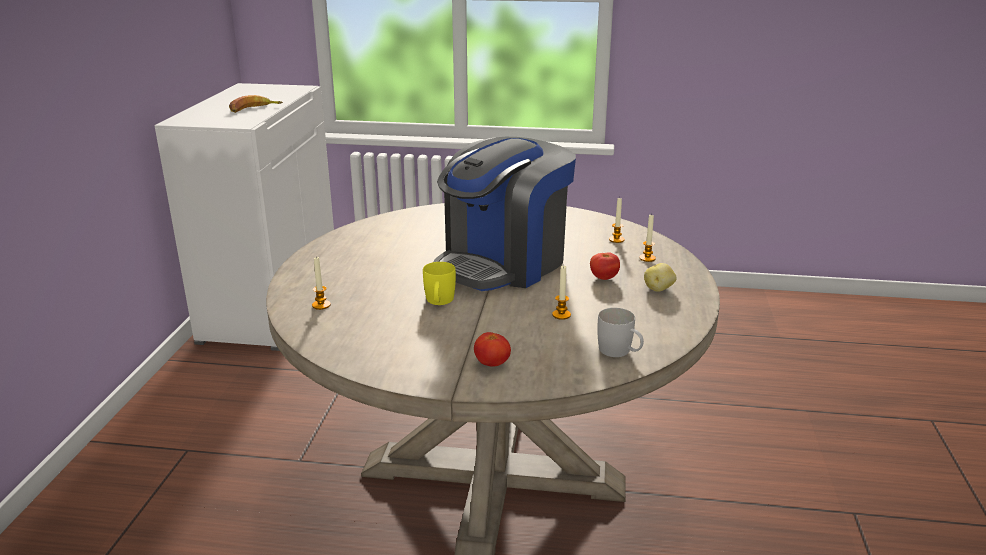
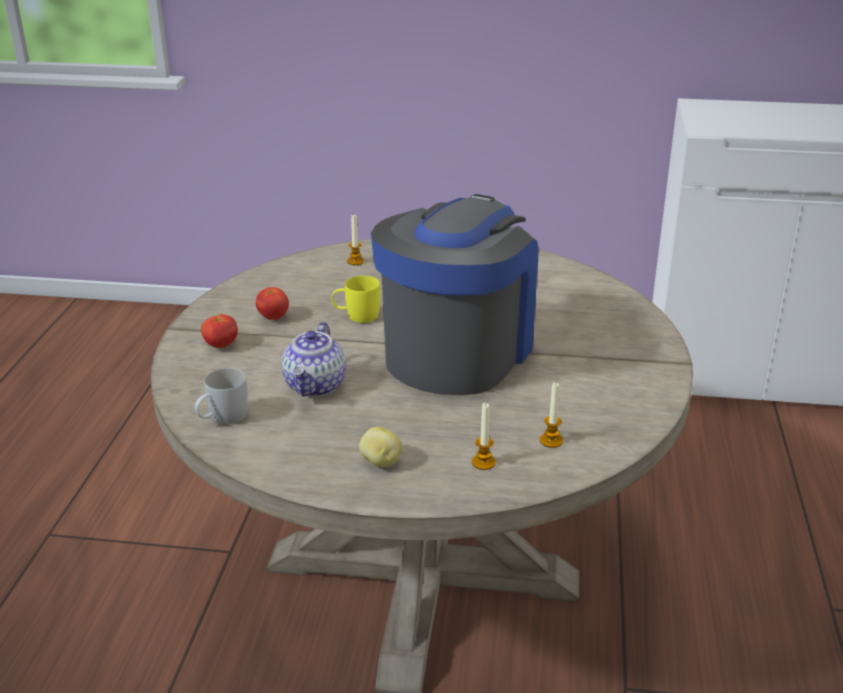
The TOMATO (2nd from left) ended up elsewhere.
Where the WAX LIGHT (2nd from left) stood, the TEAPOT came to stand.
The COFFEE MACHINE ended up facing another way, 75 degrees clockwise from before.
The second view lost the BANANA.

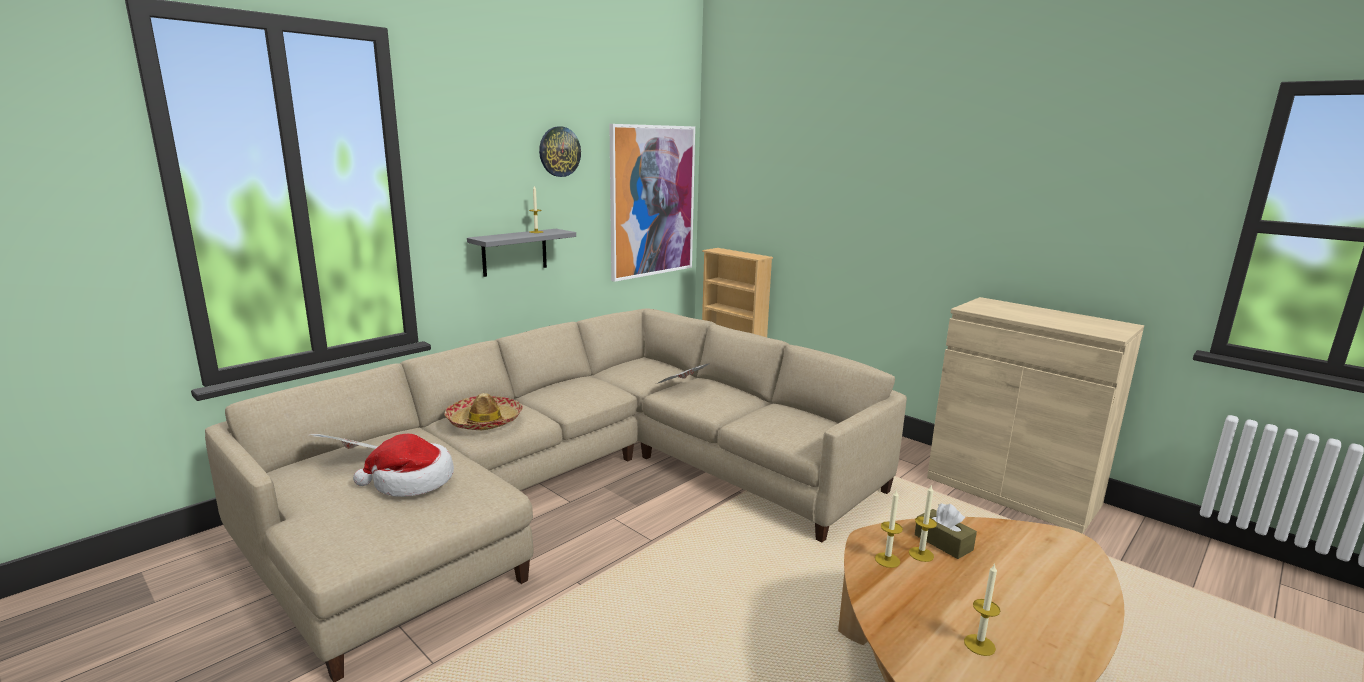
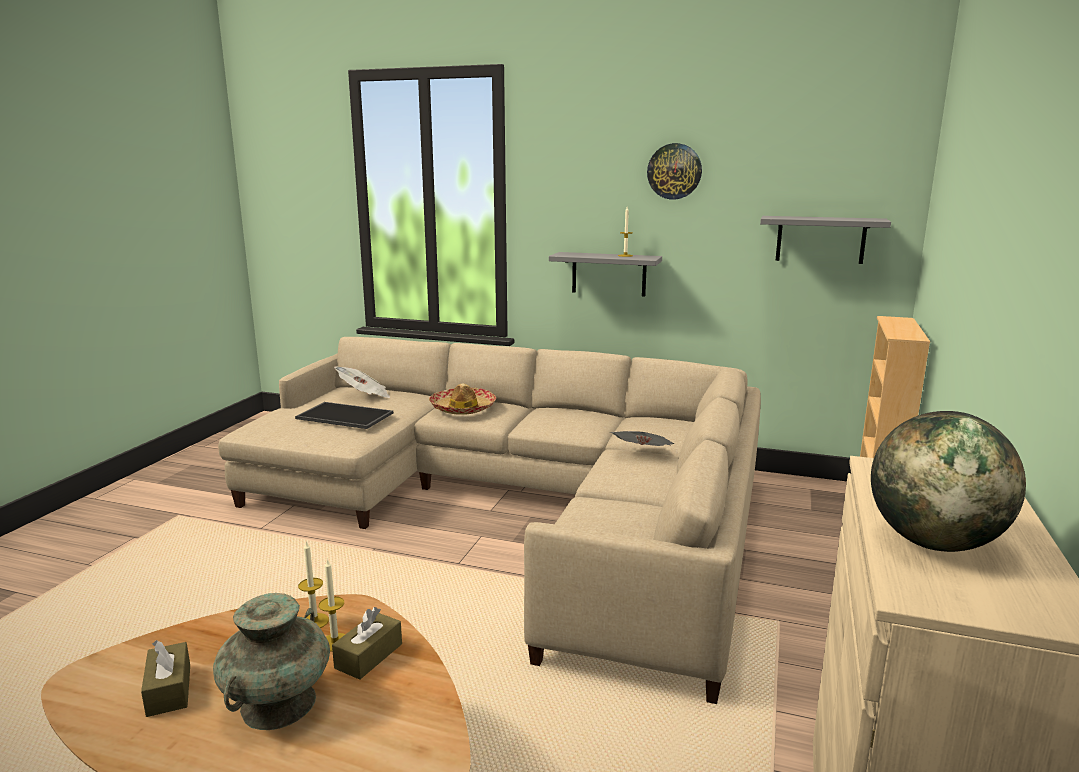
Where the WAX LIGHT (4th from left) stood, the BROWNISH TISSUE HOLDER (1st from left) came to stand.
The second view gained the TURQUOISE VASE.
Where the WEARABLE HAT (1st from left) stood, the CARRYING TRAY came to stand.
Where the PICTURE hung, the GREYISH SHELF (2nd from left) came to hang.
The second view gained the DESK GLOBE.

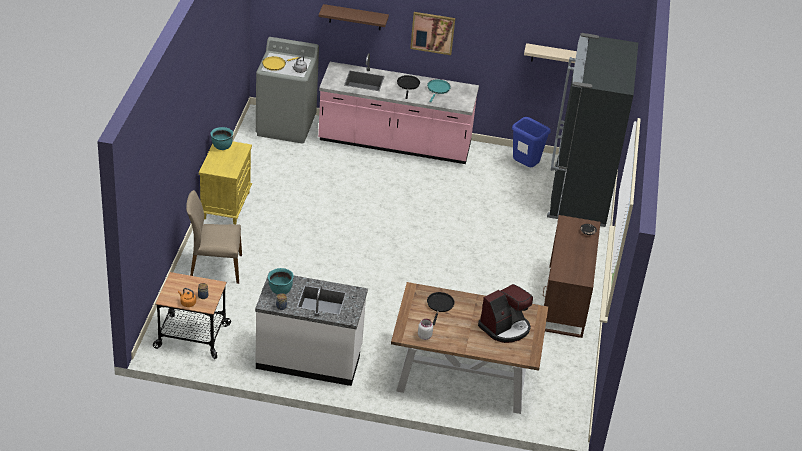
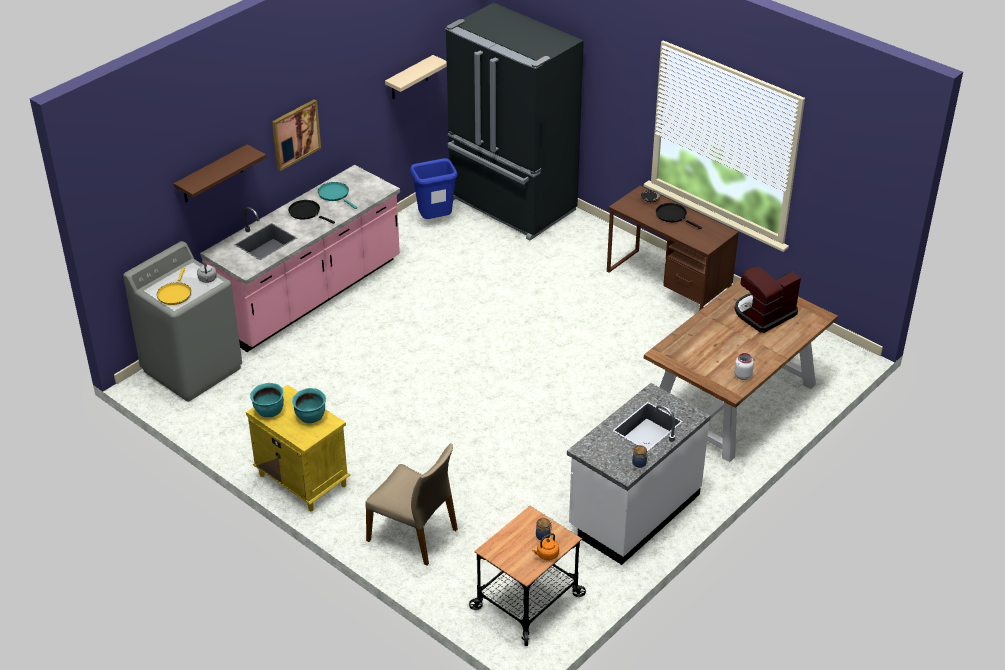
The TURQUOISE SAUCEPOT (2nd from left) ended up elsewhere.
The SAND-COLOURED PLAIN CHAIR ended up facing another way, 90 degrees counterclockwise from before.
The BLACKISH PAN (2nd from left) ended up elsewhere.
The COFFEE MACHINE ended up facing another way, 120 degrees counterclockwise from before.

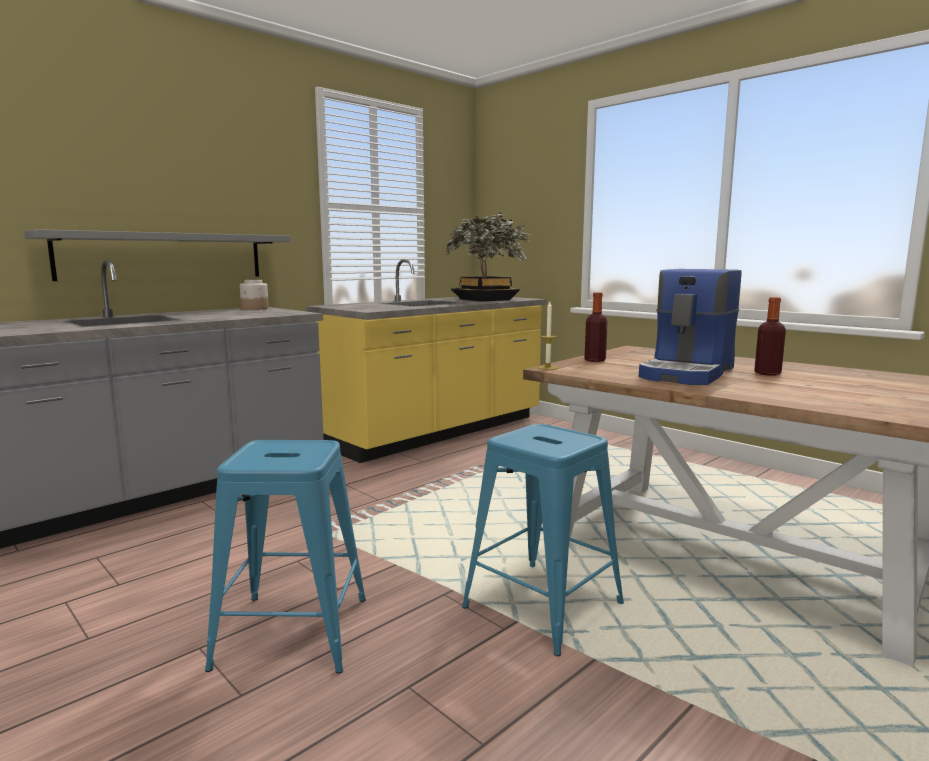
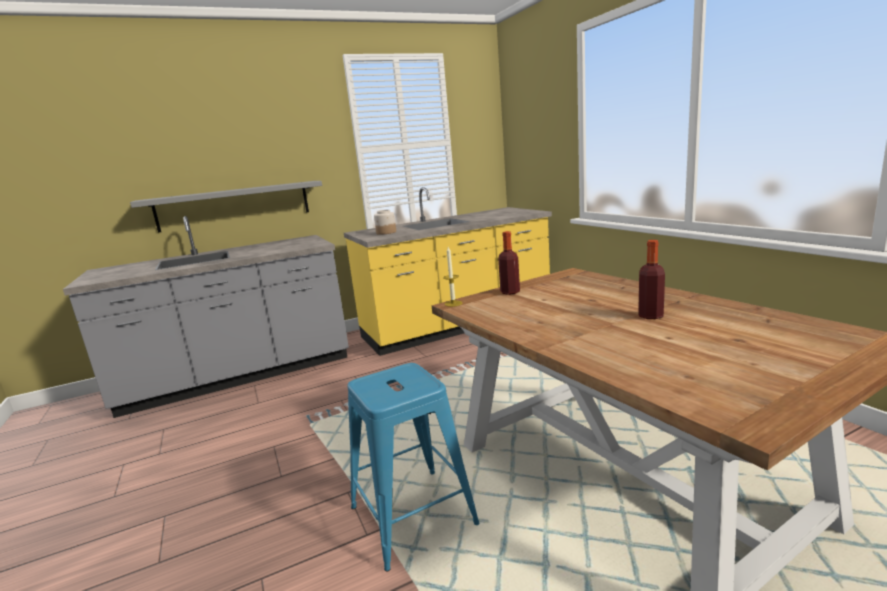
The PRESERVE JAR ended up elsewhere.
The second view lost the BLUE-COLOURED SITTING STOOL (1st from left).
The second view lost the HOUSEPLANT.
The second view lost the COFFEE MACHINE.

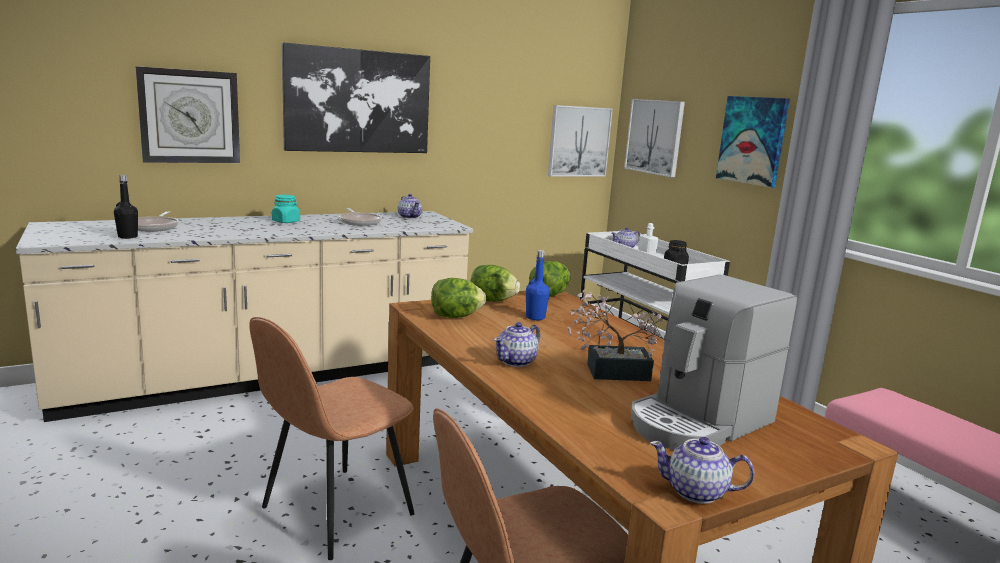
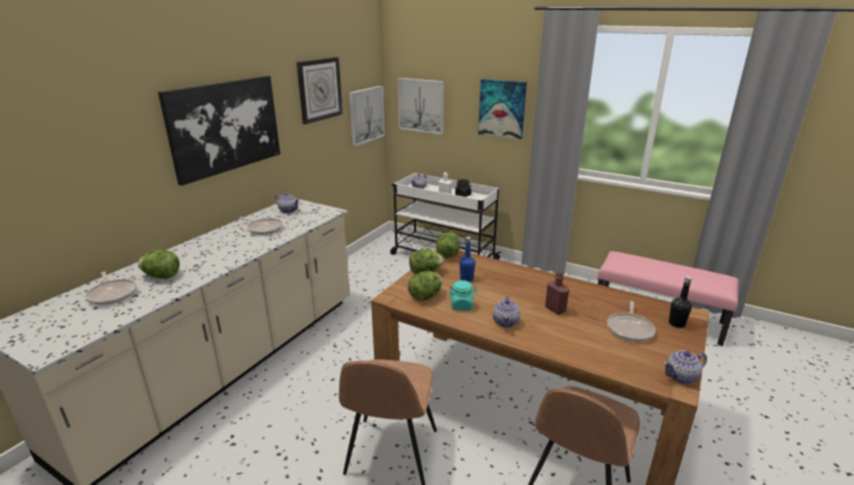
The second view gained the LETTUCE (1st from left).
The HANGING CLOCK ended up elsewhere.
The TURQUOISE PRESERVE JAR ended up elsewhere.
Where the HOUSEPLANT stood, the RED DRINK BOTTLE came to stand.
Where the COFFEE MACHINE stood, the PAN (3rd from left) came to stand.
The BLACKISH DRINK BOTTLE ended up elsewhere.

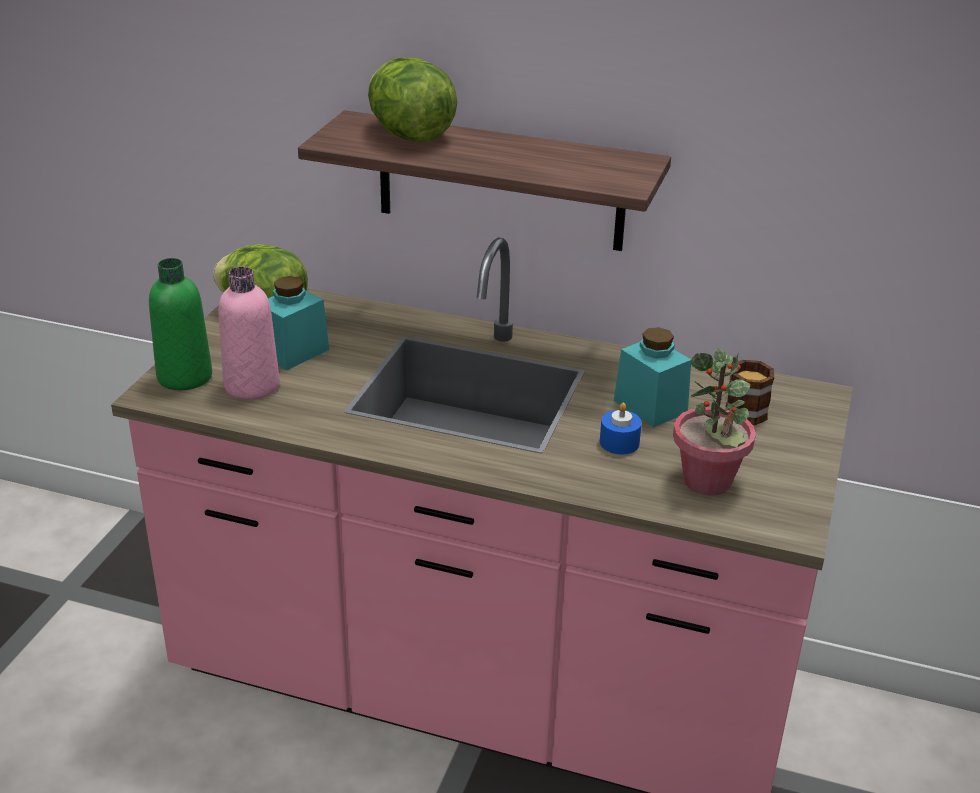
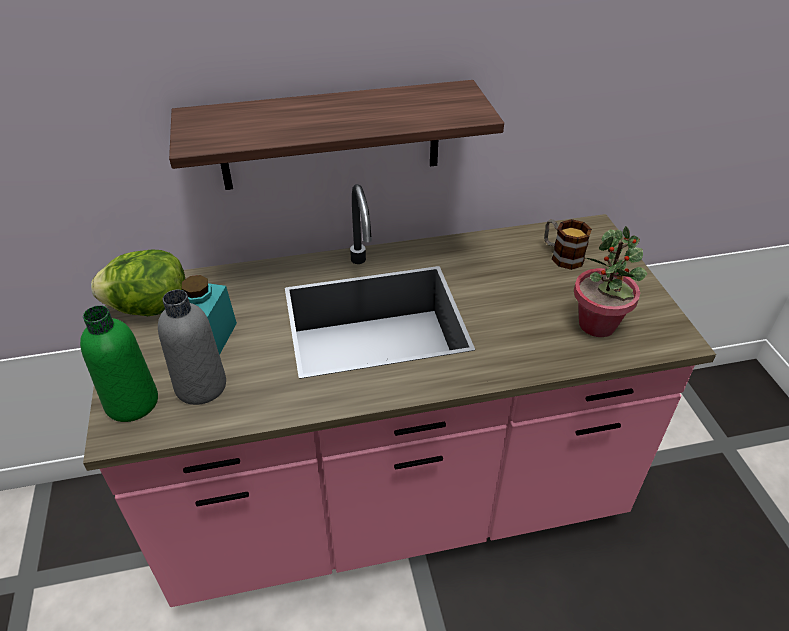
What was the PINKISH DRINK BOTTLE turned into the GREYISH DRINK BOTTLE.
The second view lost the LETTUCE (2nd from left).
The second view lost the BLUE-COLOURED WAX LIGHT.
The second view lost the TURQUOISE PRESERVE JAR (2nd from left).

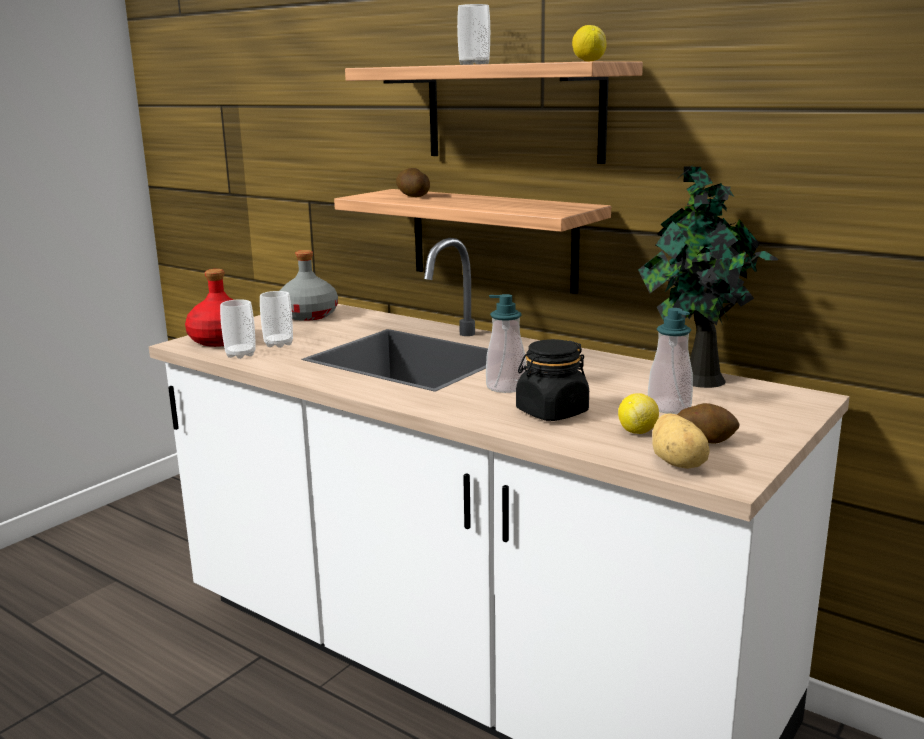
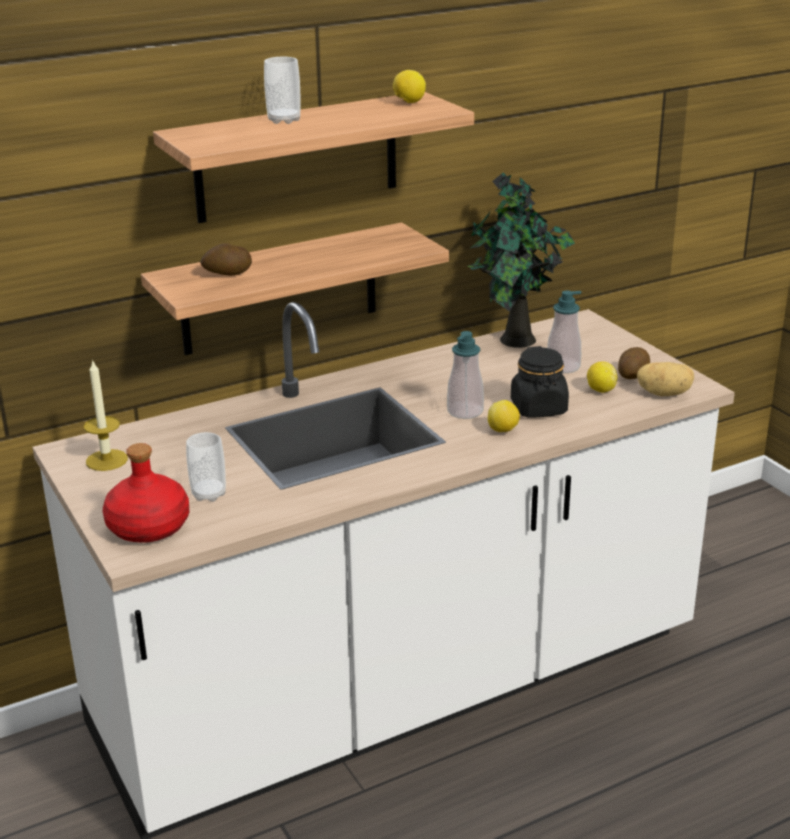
Where the GREYISH DRINK BOTTLE stood, the WAX LIGHT came to stand.
The second view gained the CITRUS FRUIT (2nd from left).
The second view lost the CUP (1st from left).

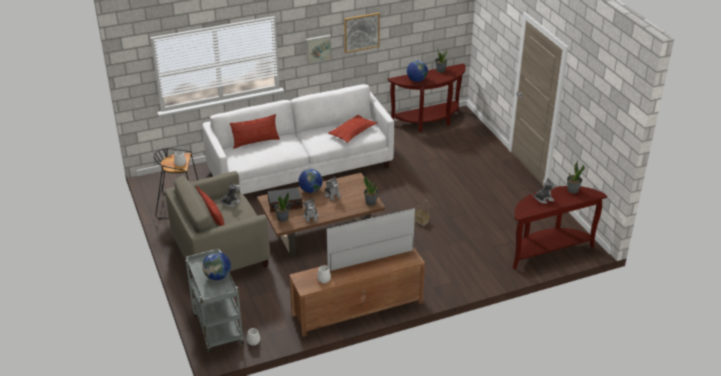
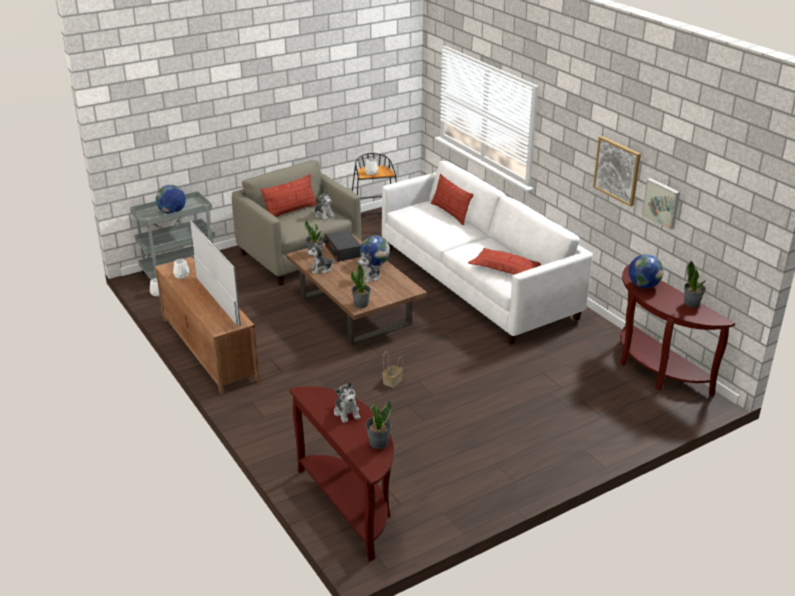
The PICTURE (1st from left in the first image) ended up elsewhere.

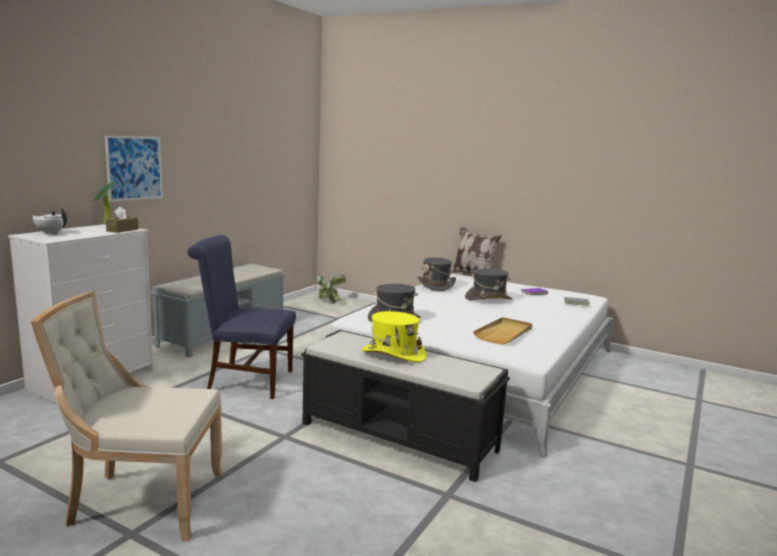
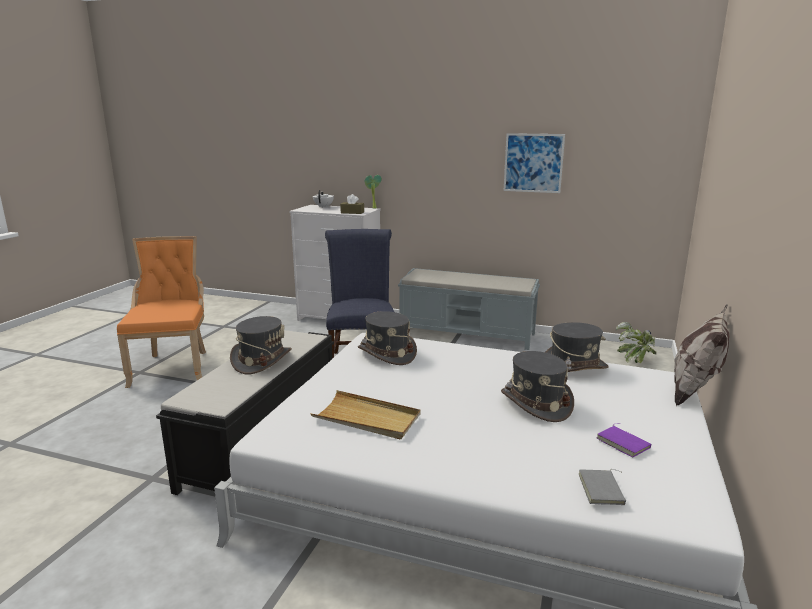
What was the SAND-COLOURED PLAIN CHAIR turned into the ORANGEY PLAIN CHAIR.
What was the YELLOW WEARABLE HAT turned into the GREYISH WEARABLE HAT (1st from left).
The PICTURE ended up elsewhere.

